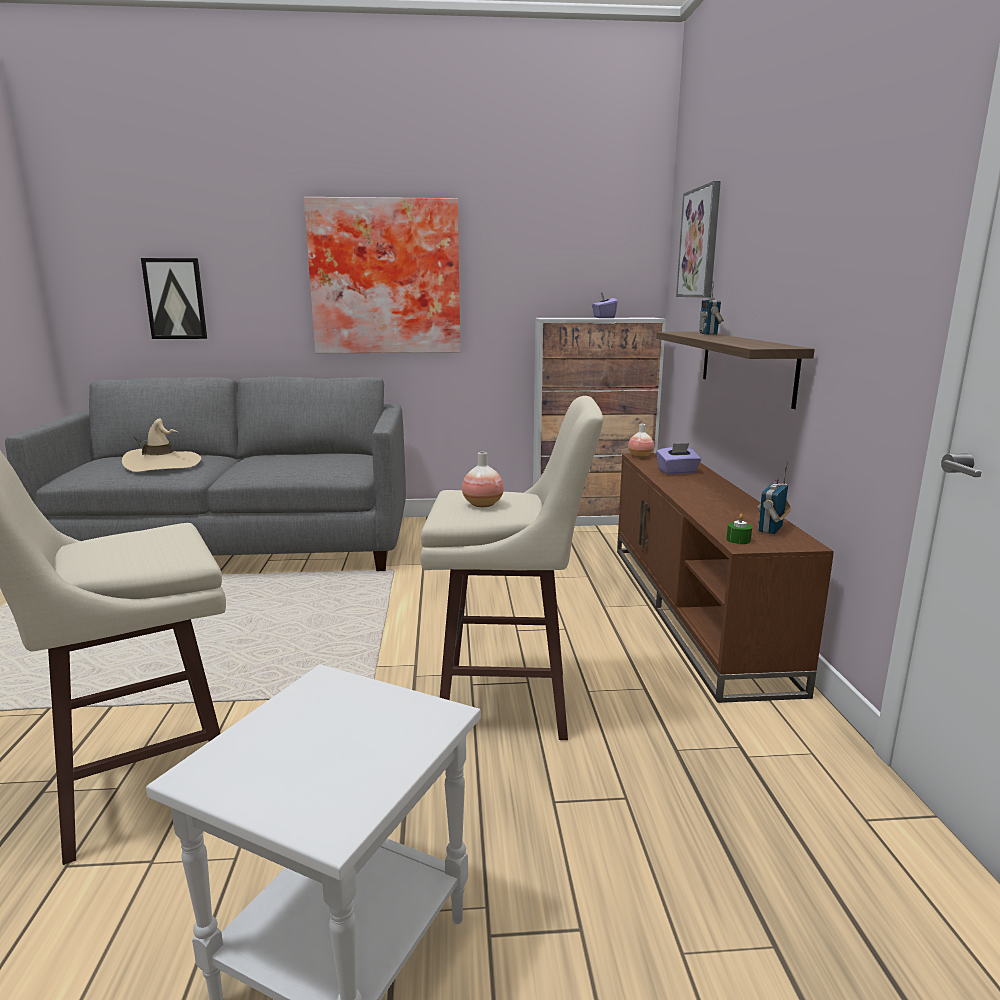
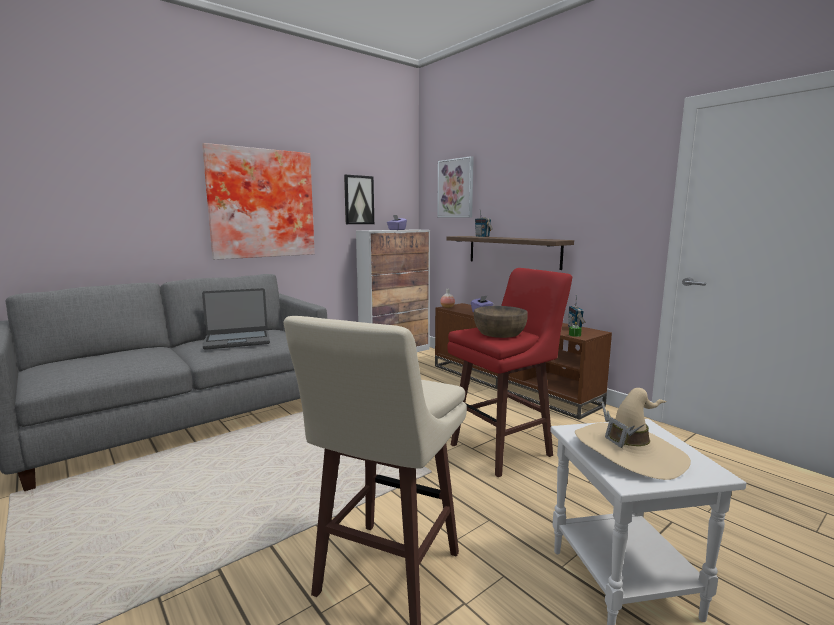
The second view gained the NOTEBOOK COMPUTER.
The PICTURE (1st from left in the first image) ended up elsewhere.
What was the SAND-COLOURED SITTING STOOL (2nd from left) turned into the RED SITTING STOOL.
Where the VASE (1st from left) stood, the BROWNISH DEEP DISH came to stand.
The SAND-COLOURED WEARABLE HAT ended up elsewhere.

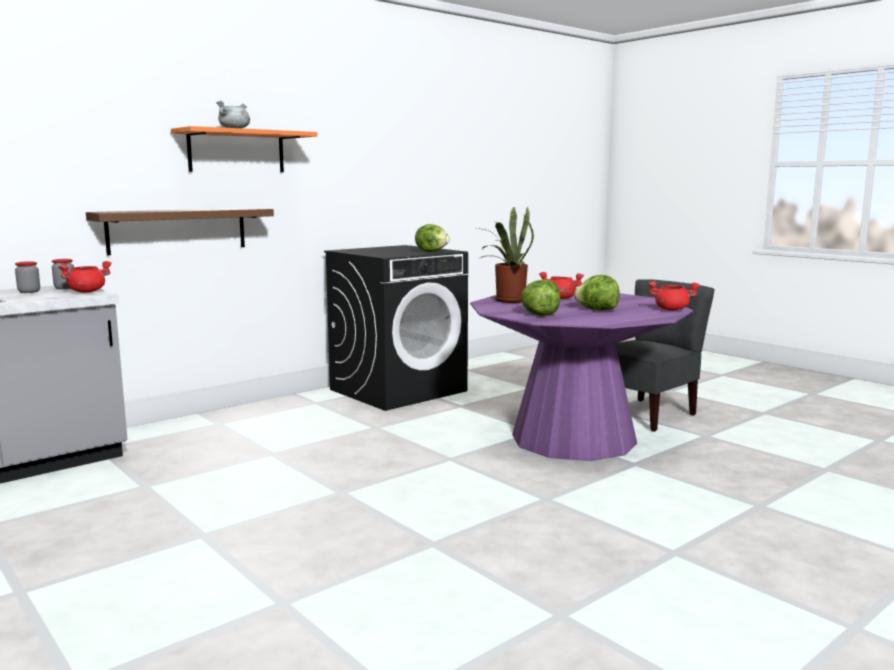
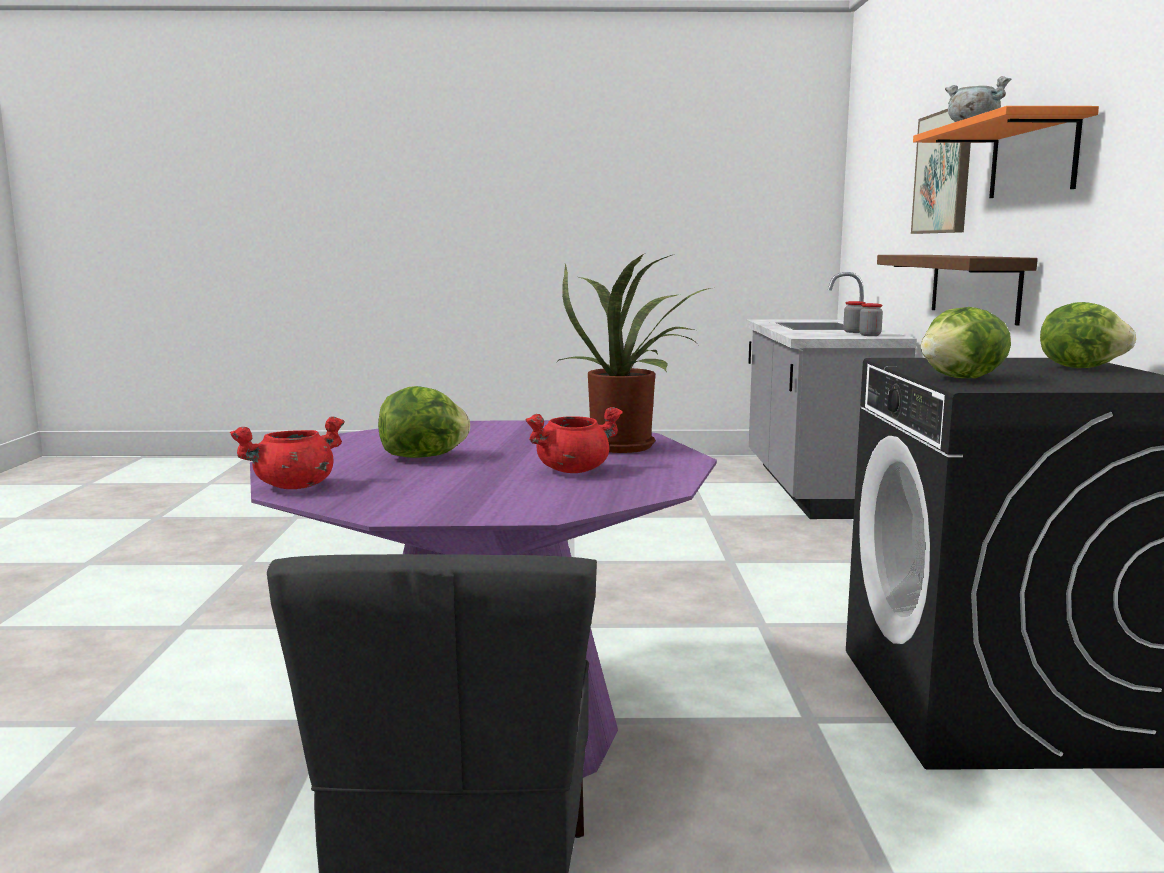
The second view gained the PICTURE.
The LETTUCE (2nd from left in the first image) ended up elsewhere.
The second view lost the RED SAUCEPOT (1st from left).

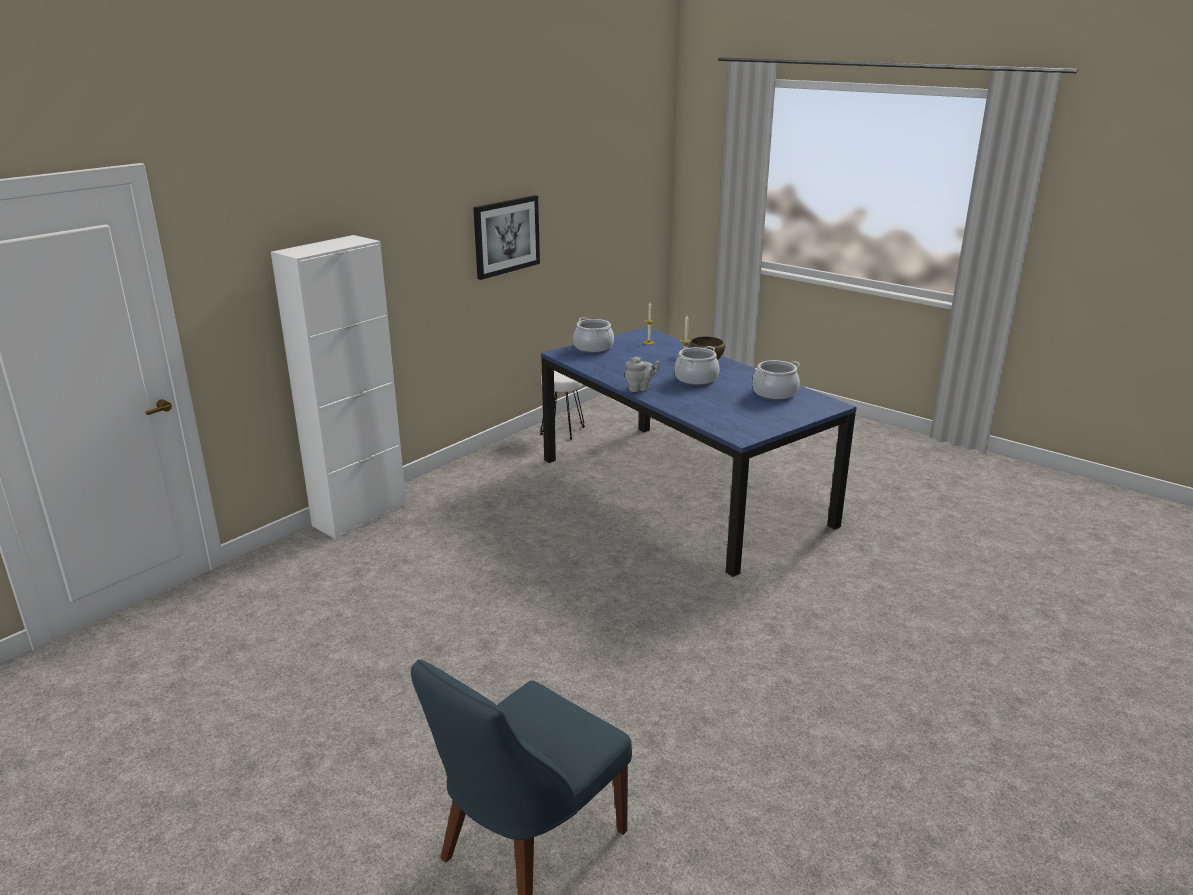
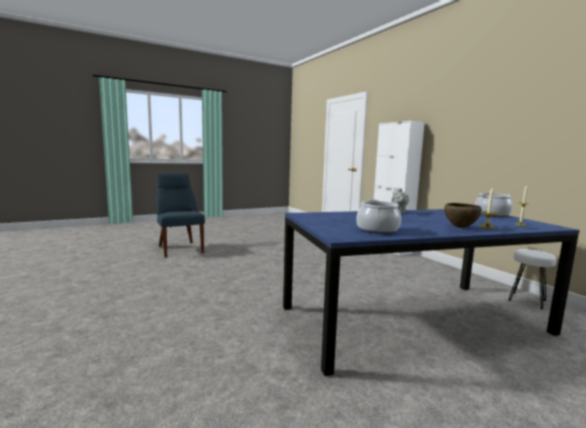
The second view lost the PICTURE.
The second view lost the SAUCEPOT (2nd from left).

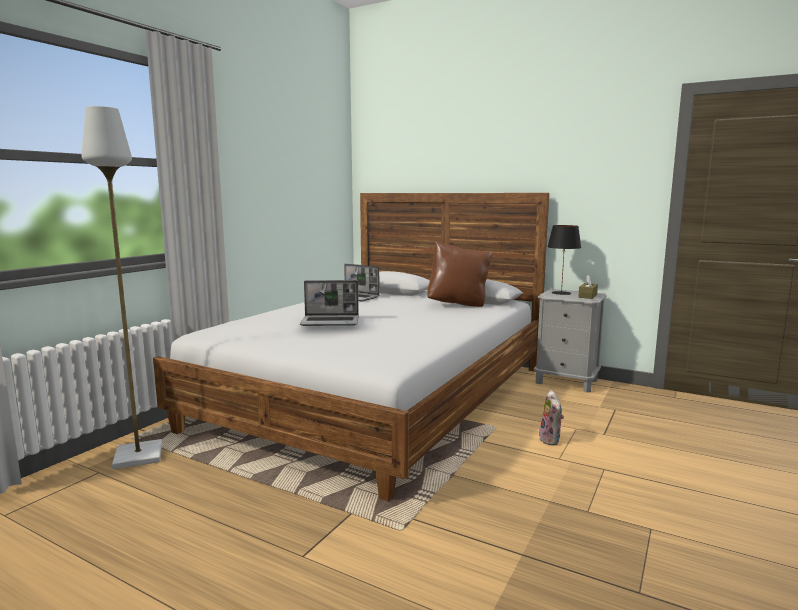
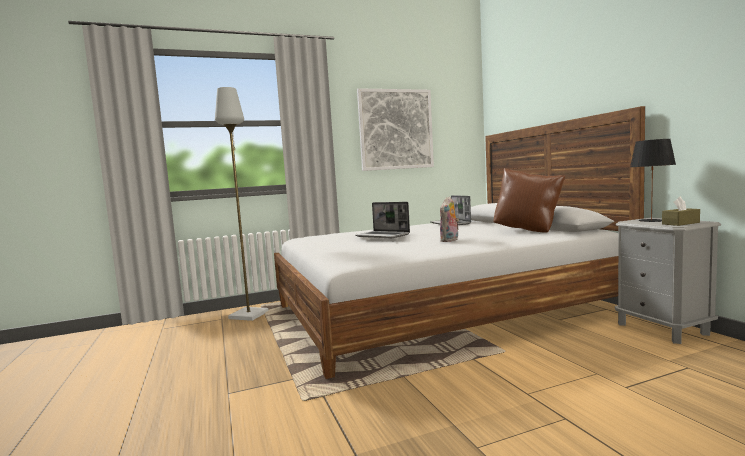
The second view gained the PICTURE.
The CUDDLY TOY ended up elsewhere.

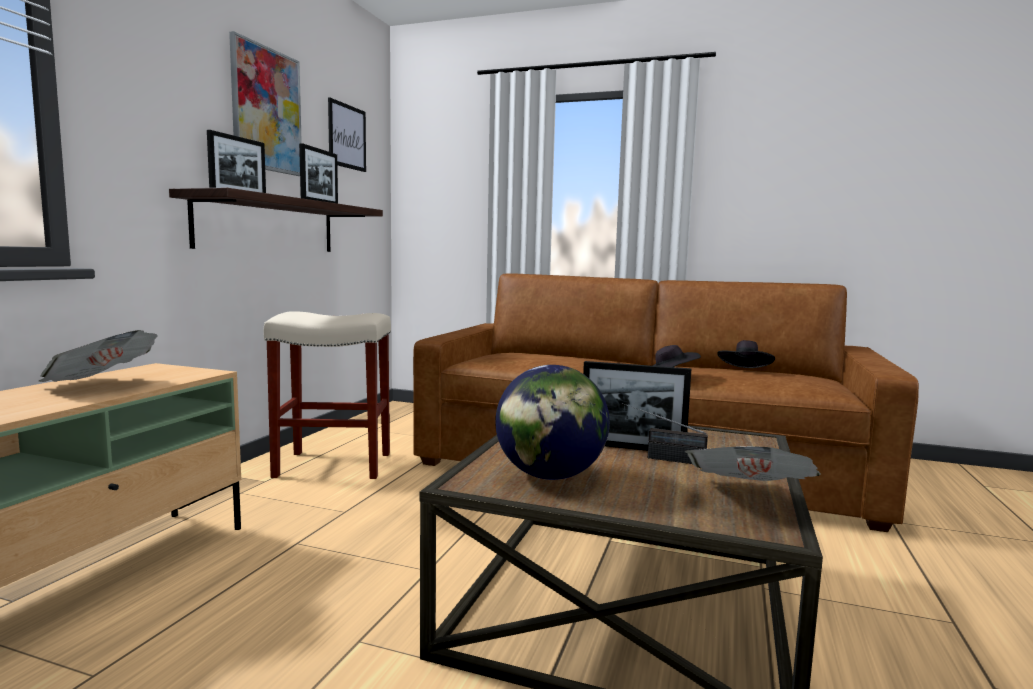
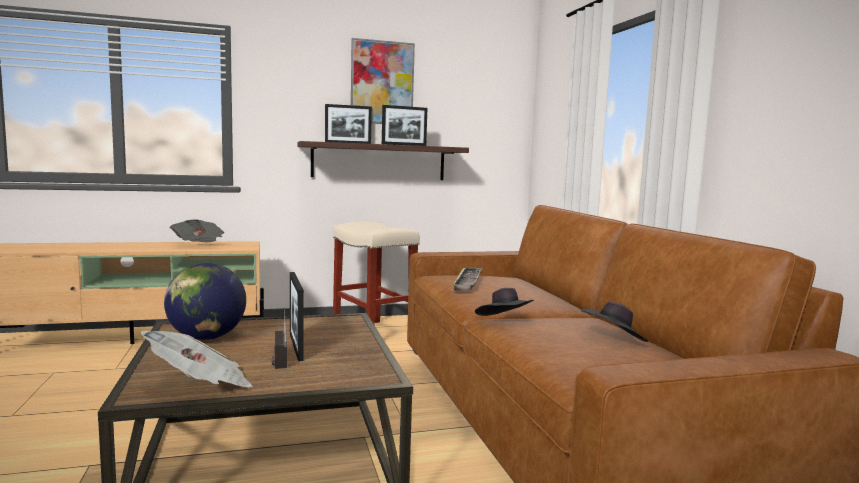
The second view gained the CARRYING TRAY.
The second view lost the PICTURE (2nd from left).

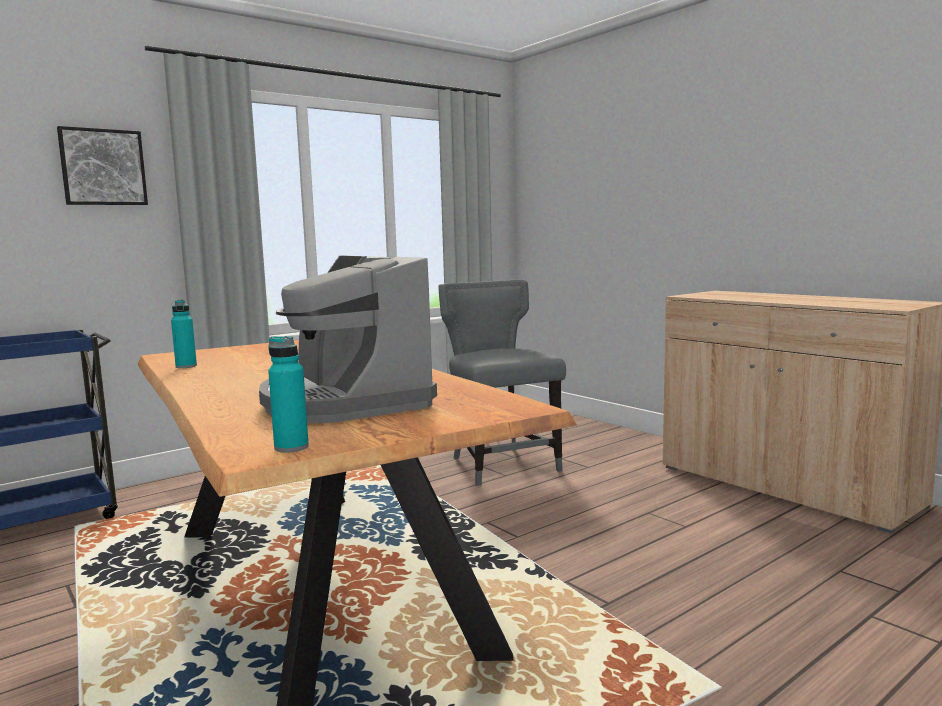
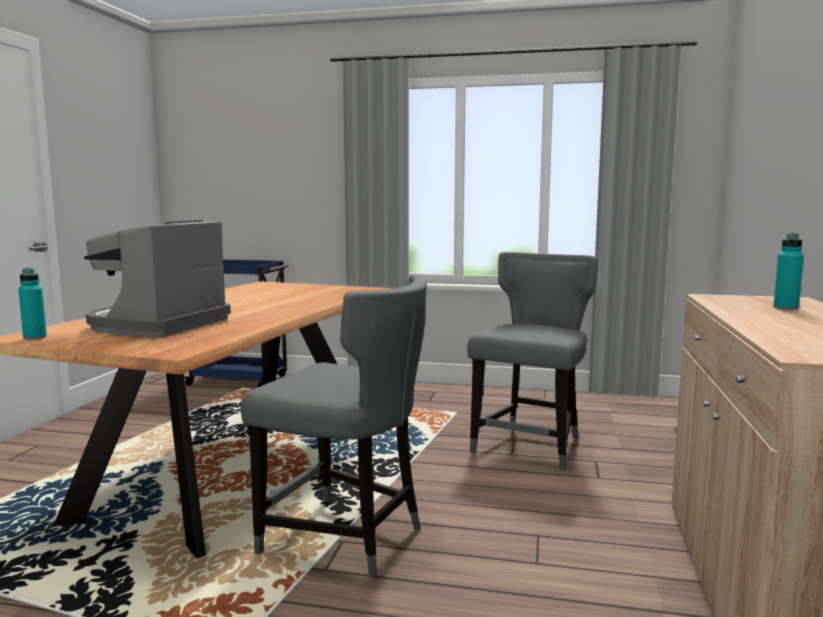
The second view gained the GREYISH PLAIN CHAIR (1st from left).
The TURQUOISE DRINK BOTTLE (1st from left in the first image) ended up elsewhere.
The second view lost the PICTURE.

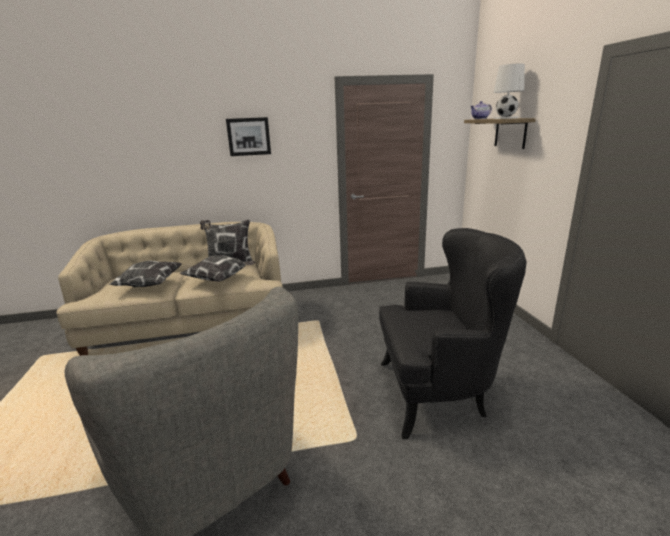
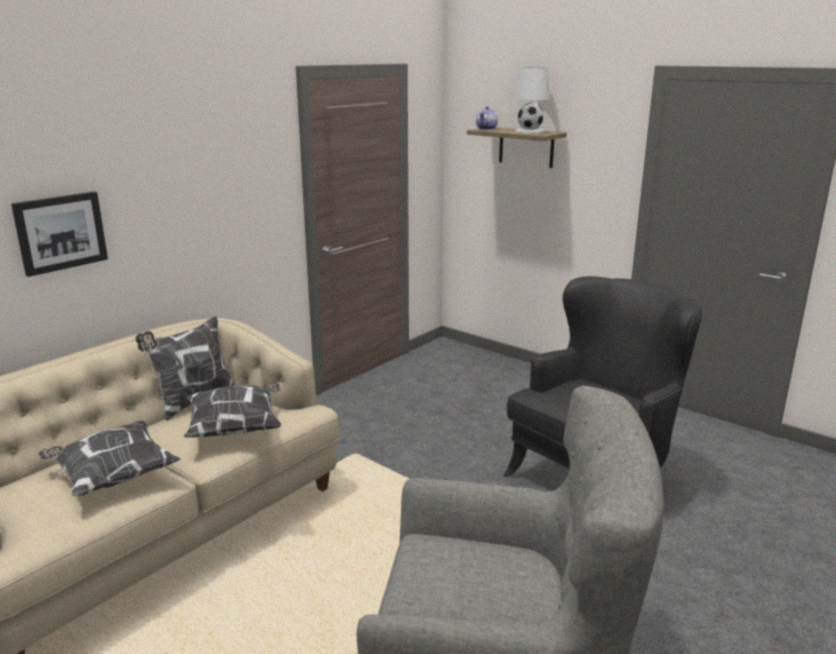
The PICTURE ended up elsewhere.

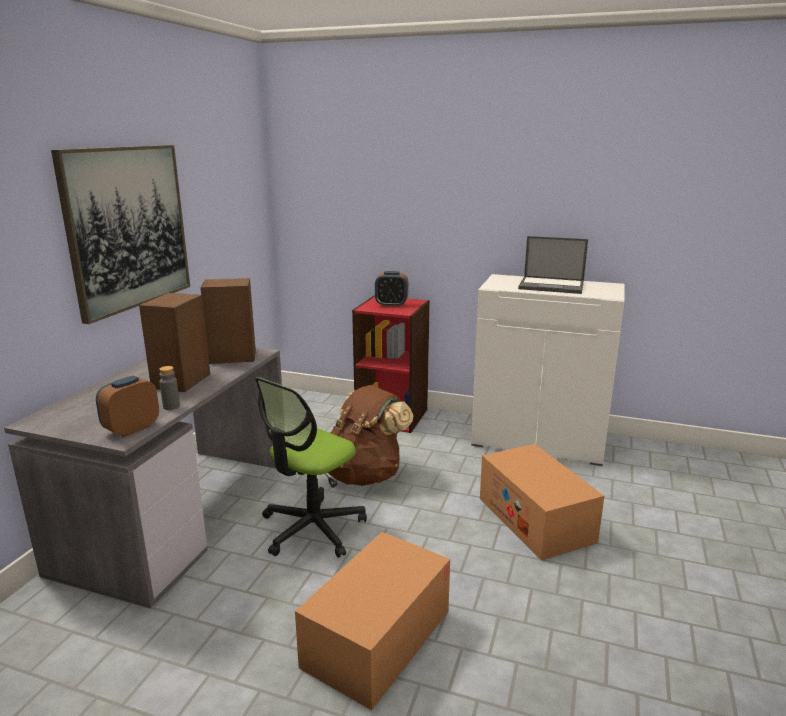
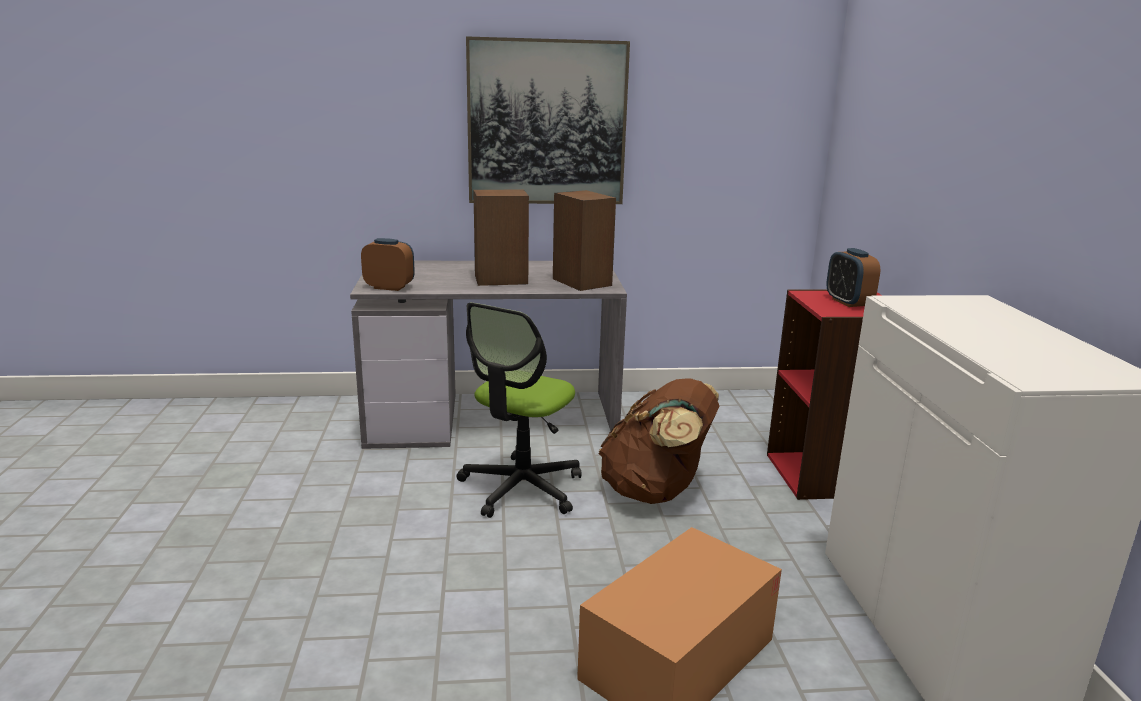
The DESK CHAIR ended up facing another way, 75 degrees counterclockwise from before.
The second view lost the GREYISH DRINK BOTTLE.
The second view lost the CARTON (1st from left).
The second view lost the NOTEBOOK COMPUTER.

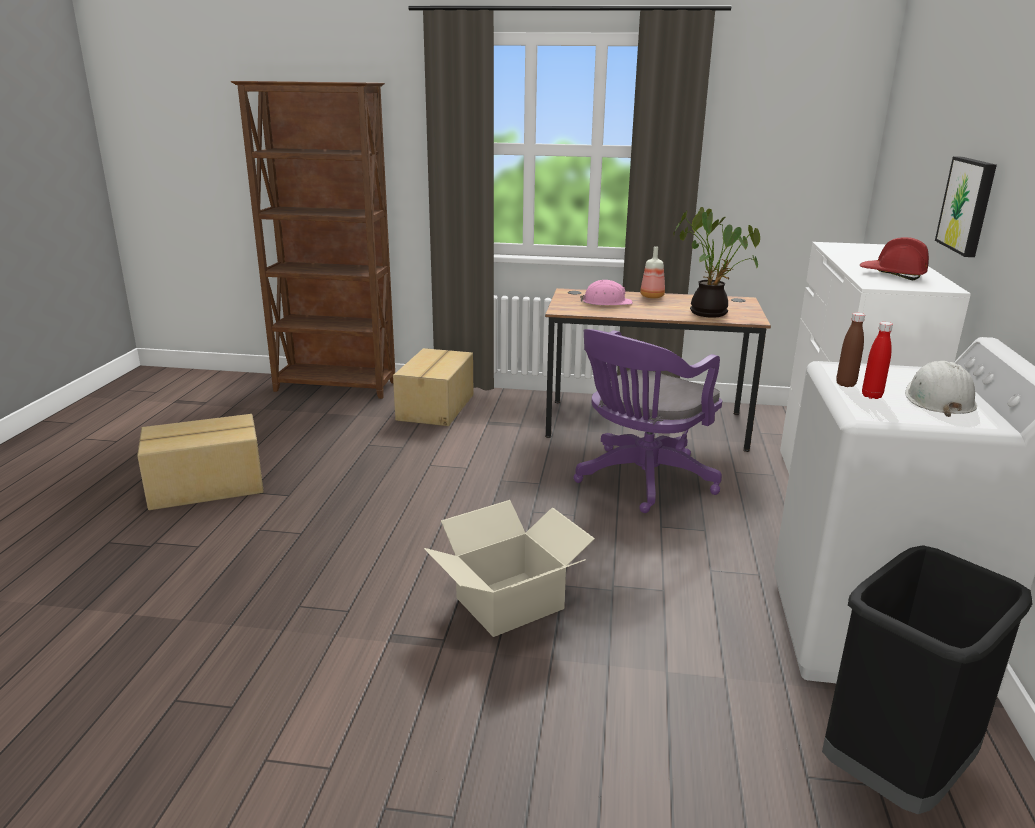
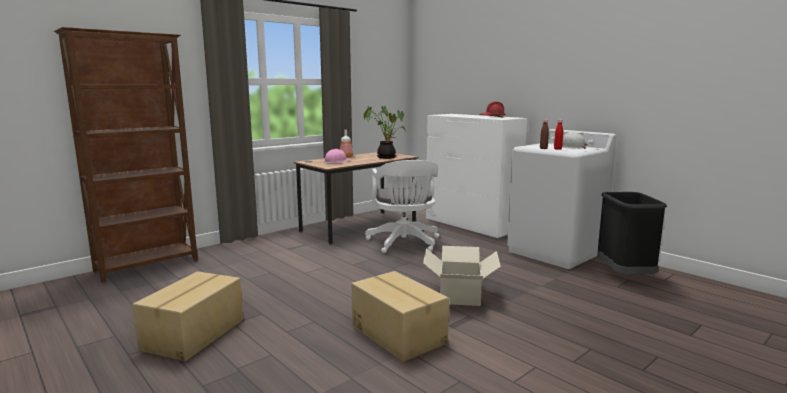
The CARTON (2nd from left) ended up elsewhere.
What was the PURPLE-COLOURED DESK CHAIR turned into the WHITISH DESK CHAIR.
The second view lost the PICTURE.

